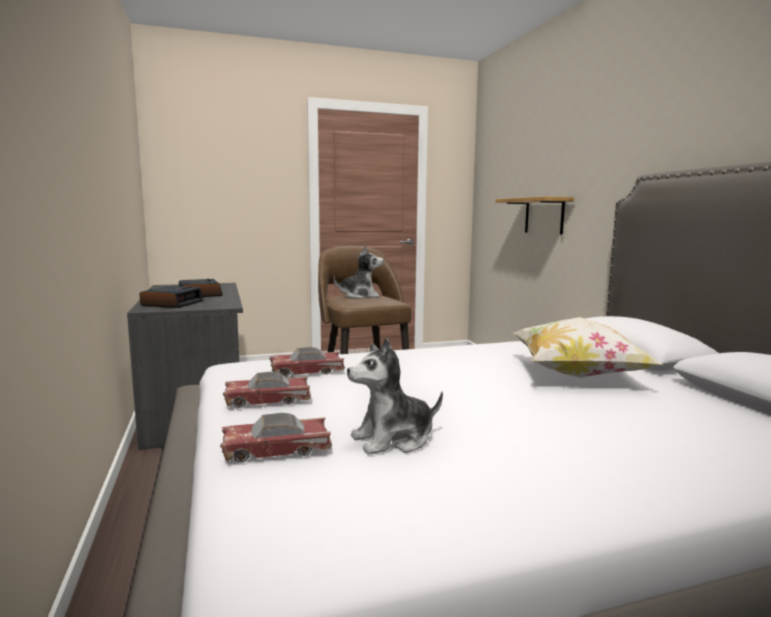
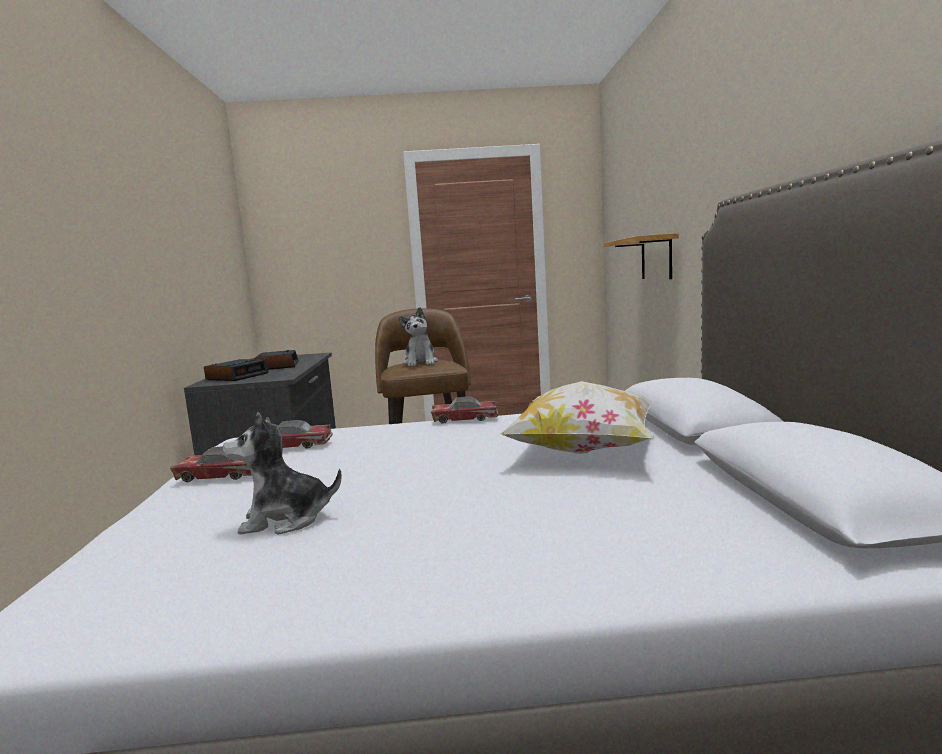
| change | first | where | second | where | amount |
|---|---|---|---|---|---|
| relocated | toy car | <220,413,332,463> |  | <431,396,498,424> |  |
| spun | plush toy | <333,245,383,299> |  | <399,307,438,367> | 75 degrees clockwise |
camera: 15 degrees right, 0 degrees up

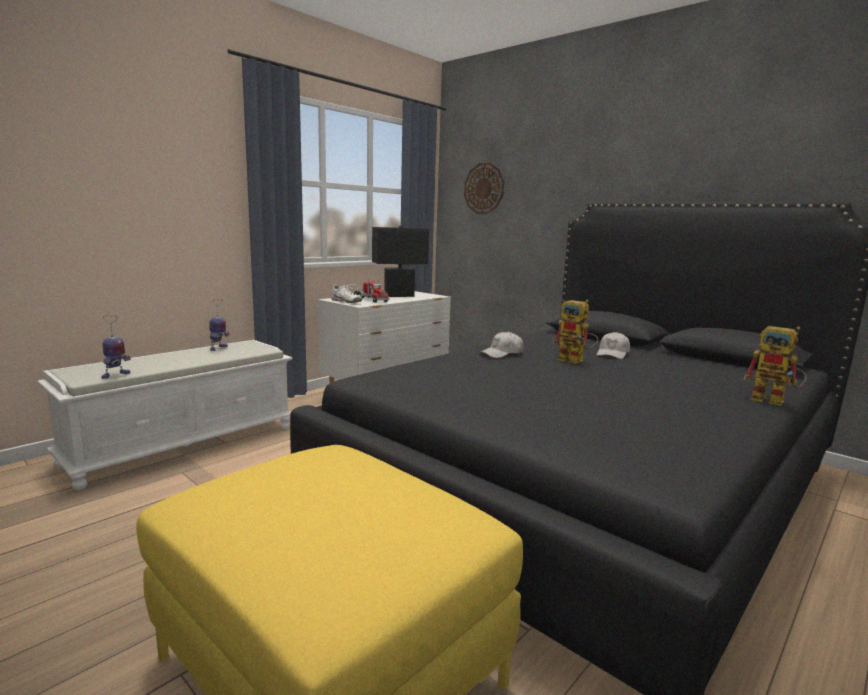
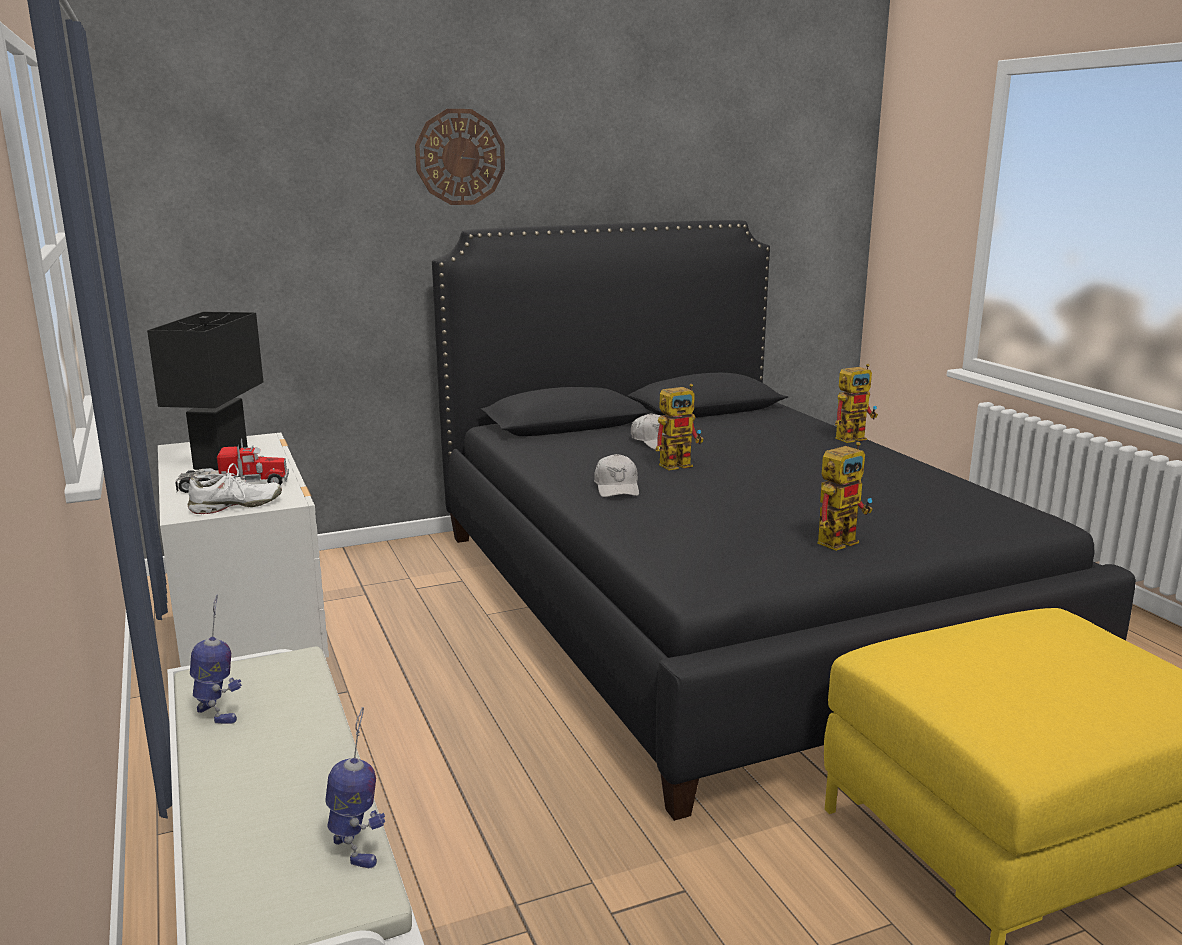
| change | first | where | second | where | amount |
|---|---|---|---|---|---|
| appeared |  |  | toy robot | <817,442,873,551> |  |
| relocated | wall clock | <464,162,504,214> |  | <415,109,505,205> |  |
camera: 65 degrees left, 5 degrees up

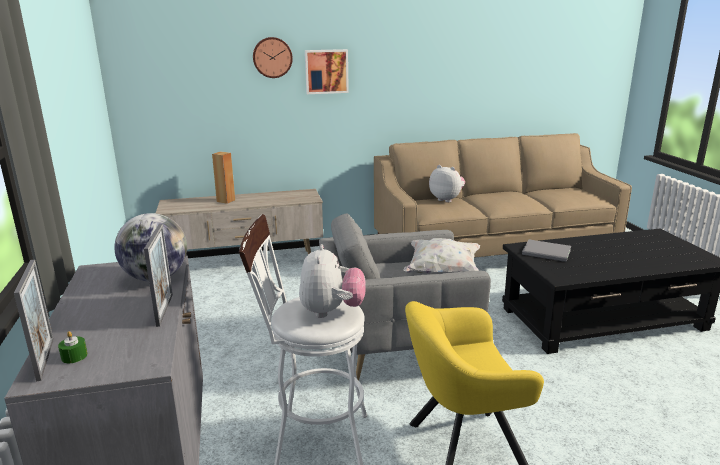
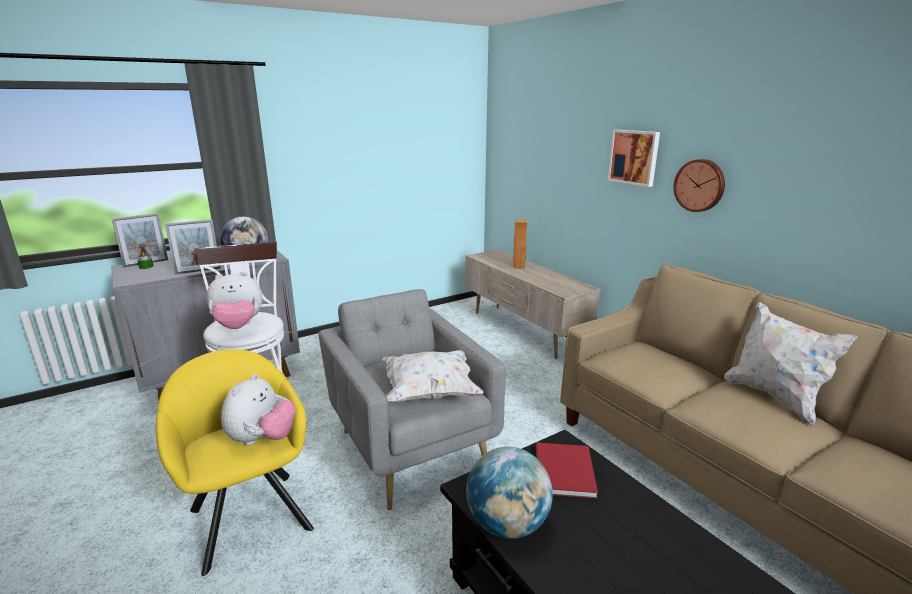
| change | first | where | second | where | amount |
|---|---|---|---|---|---|
| appeared |  |  | globe | <466,447,553,539> |  |
| appeared |  |  | white pillow | <724,302,858,426> |  |
| relocated | wall clock | <253,37,293,78> |  | <674,159,725,212> |  |
| relocated | plush toy | <429,165,465,202> |  | <221,374,295,446> |  |
| colour | grey book | <522,239,571,262> | red book | <536,443,598,499> |  |
camera: 70 degrees right, 0 degrees up

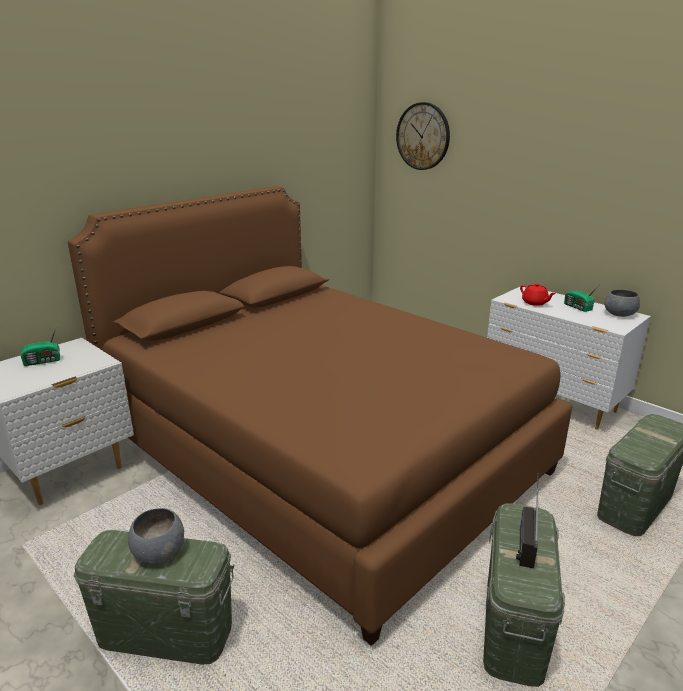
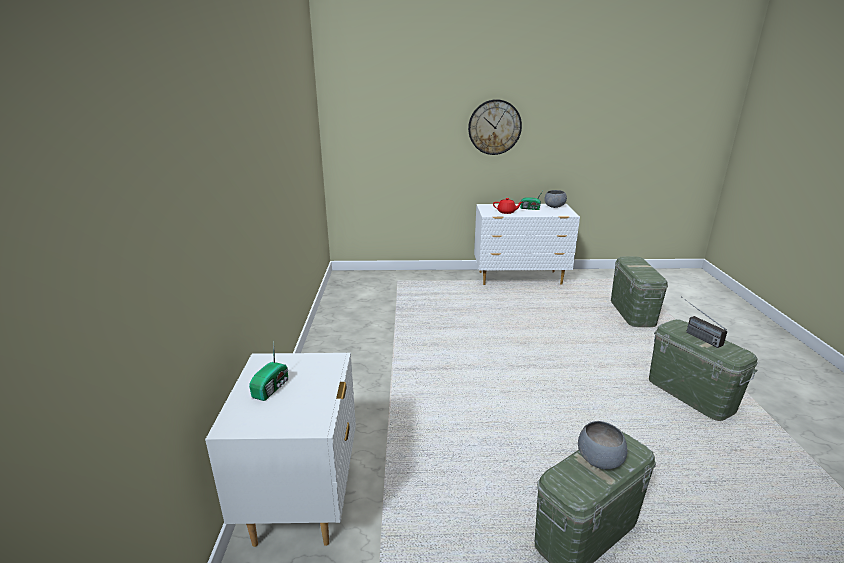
| change | first | where | second | where | amount |
|---|---|---|---|---|---|
| missing | brown bed | <68,186,572,646> |  |  |  |
| relocated | wall clock | <396,102,450,170> |  | <468,99,522,155> |  |
camera: 45 degrees left, 0 degrees up

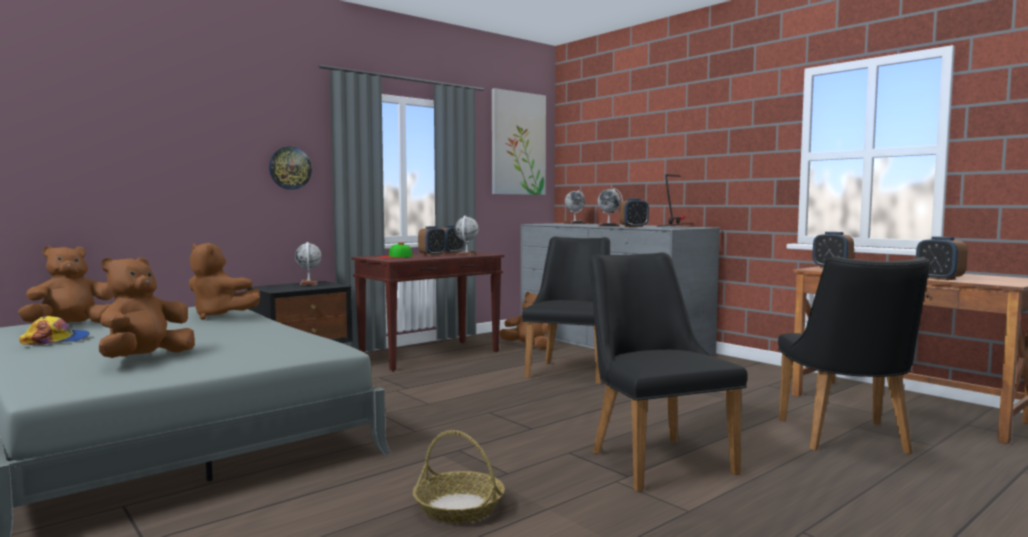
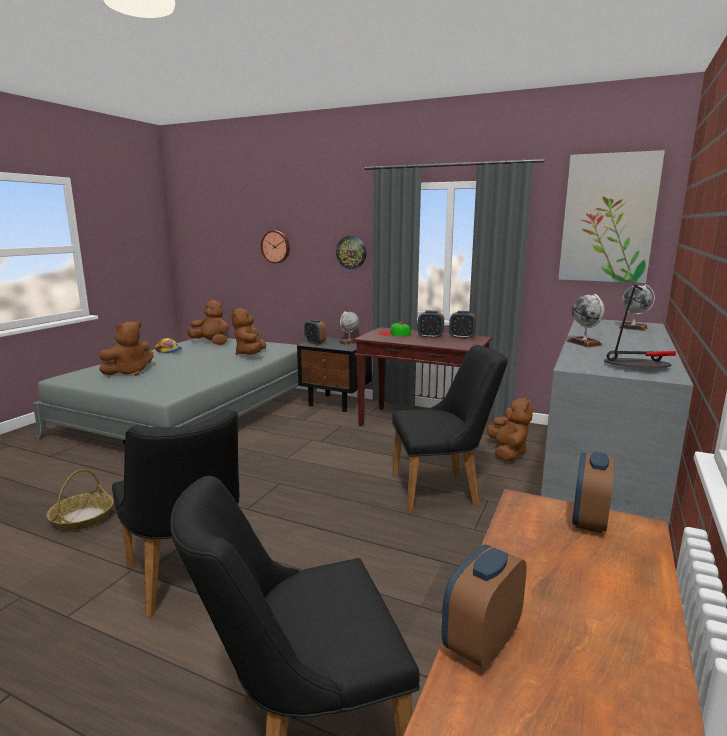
| change | first | where | second | where | amount |
|---|---|---|---|---|---|
| missing | globe | <455,215,479,256> |  |  |  |
| appeared |  |  | wall clock | <261,231,290,263> |  |
| relocated | alarm clock | <619,199,649,227> |  | <304,319,326,345> |  |
| spun | brown plush toy | <99,257,195,358> |  | <99,321,153,376> | 135 degrees clockwise |
| spun | black chair | <589,252,748,492> |  | <112,409,240,618> | 105 degrees clockwise |
camera: 65 degrees right, 10 degrees up

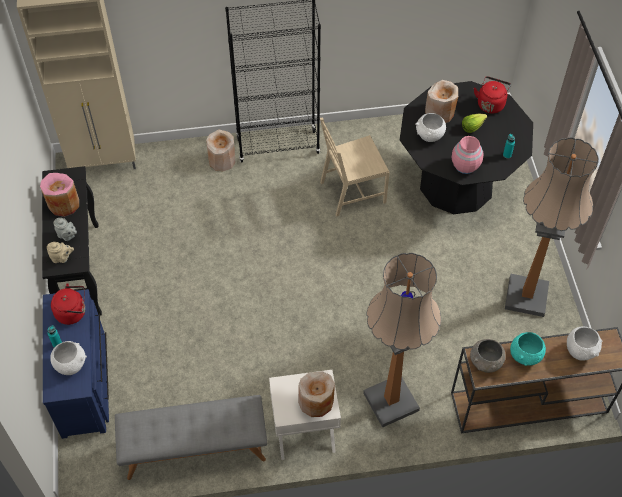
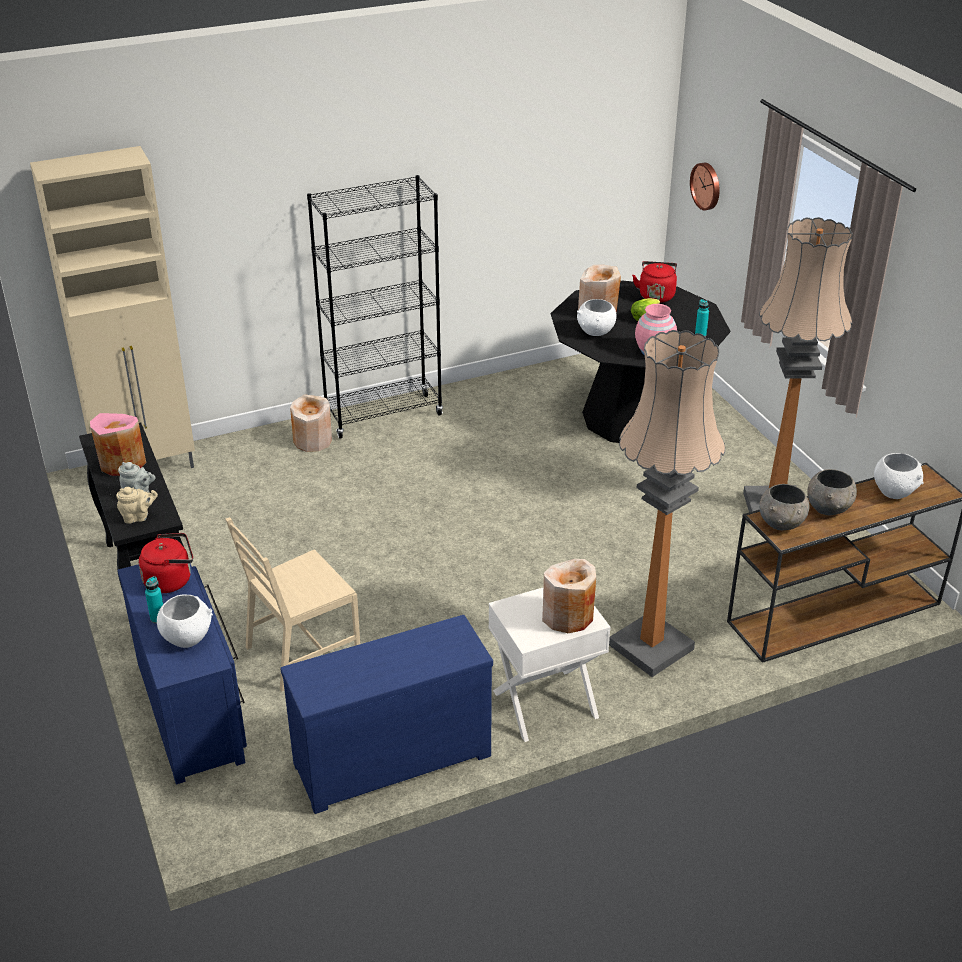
| change | first | where | second | where | amount |
|---|---|---|---|---|---|
| appeared |  |  | wall clock | <690,162,720,211> |  |
| relocated | beige chair | <320,117,390,217> |  | <225,517,360,691> |  |
| exchanged | grey bench | <115,395,267,480> | blue dresser | <280,615,493,814> |  |
| colour | turquoise bowl | <510,332,546,366> | grey bowl | <807,469,857,515> |  |
camera: 15 degrees left, 20 degrees down

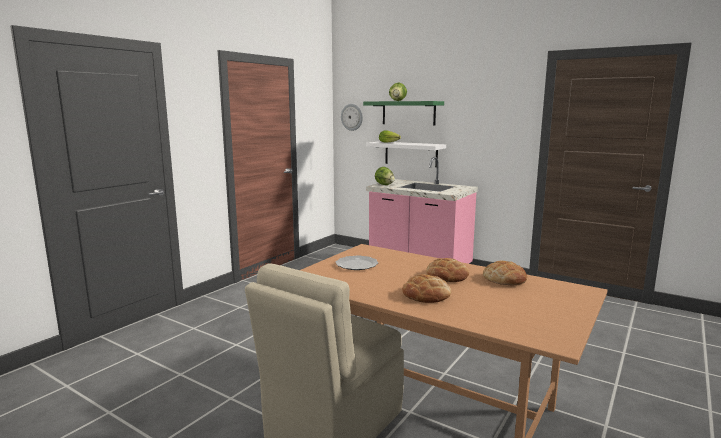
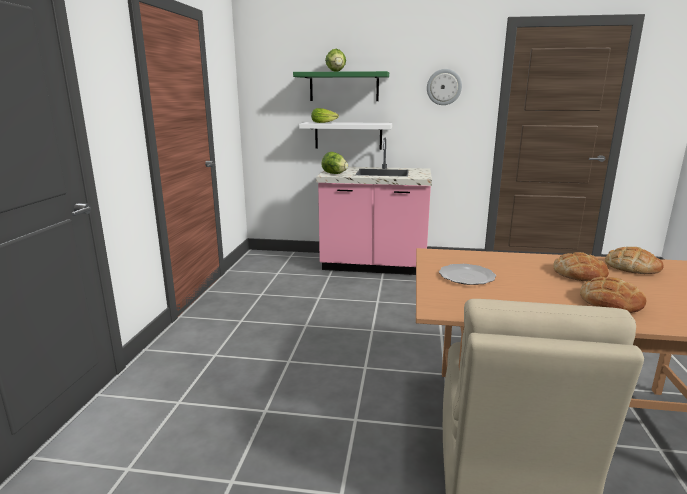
| change | first | where | second | where | amount |
|---|---|---|---|---|---|
| relocated | wall clock | <341,104,363,131> |  | <427,69,462,105> |  |
camera: 25 degrees left, 5 degrees up

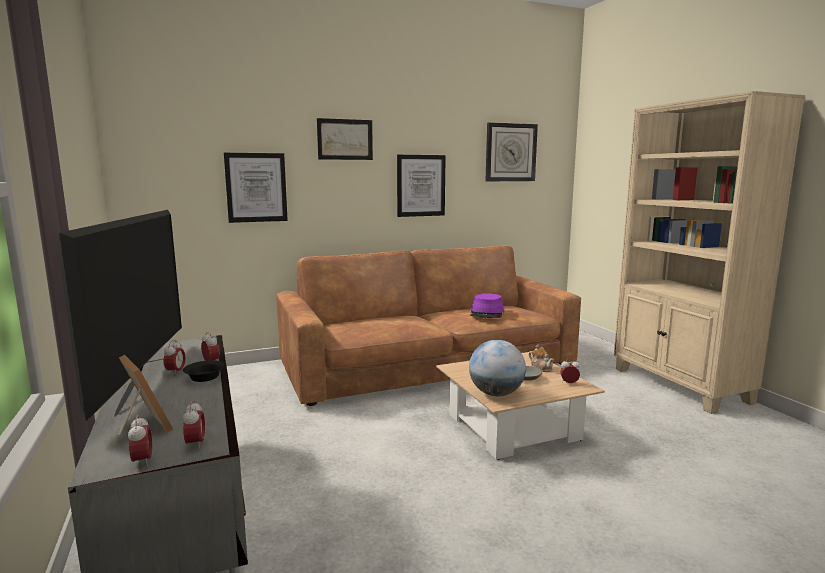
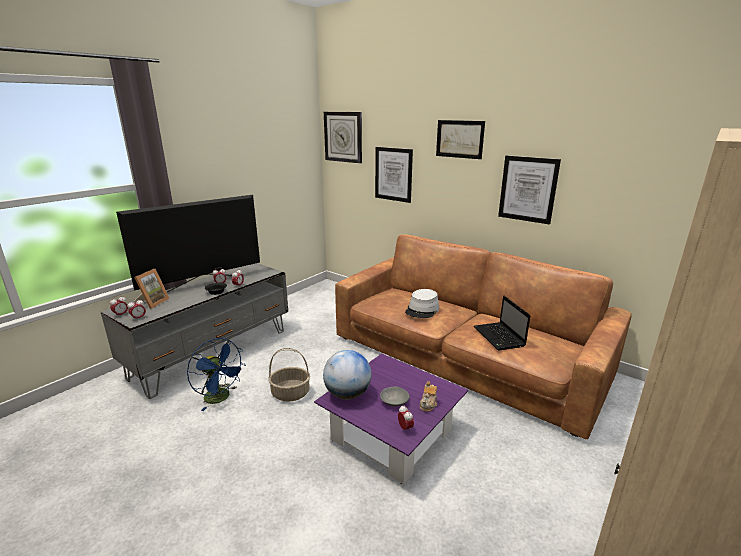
| change | first | where | second | where | amount |
|---|---|---|---|---|---|
| appeared |  |  | blue fan | <187,338,246,411> |  |
| appeared |  |  | basket | <268,348,310,402> |  |
| appeared |  |  | grey hat | <405,289,439,318> |  |
| relocated | wall clock | <485,122,538,181> |  | <324,112,362,163> |  |
| exchanged | purple hat | <470,293,504,318> | laptop | <474,296,530,351> |  |
| colour | beige coffee table | <436,352,605,460> | purple coffee table | <314,354,468,485> |  |
camera: 60 degrees right, 10 degrees up

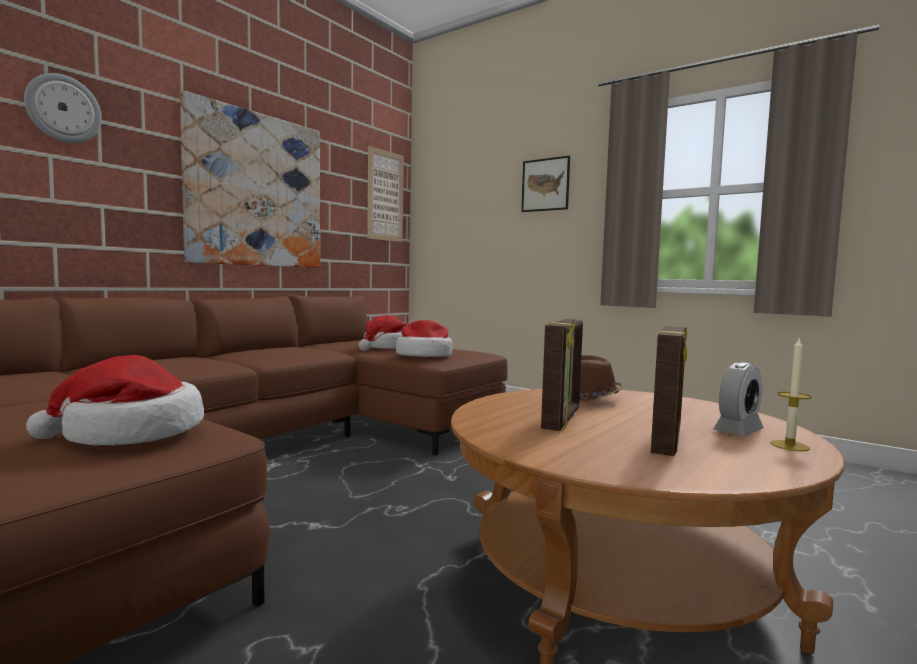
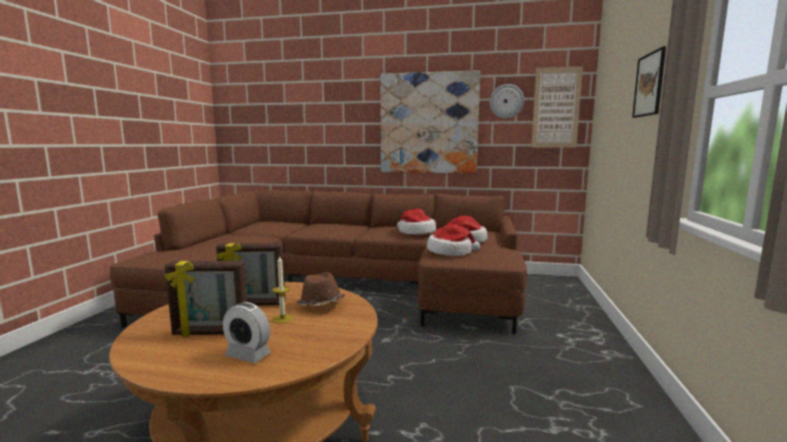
| change | first | where | second | where | amount |
|---|---|---|---|---|---|
| relocated | wall clock | <24,73,102,143> |  | <490,84,524,119> |  |
| relocated | hat | <26,355,204,446> |  | <397,209,436,235> |  |
| relocated | candle | <770,337,812,451> |  | <272,255,293,323> |  |
camera: 65 degrees right, 5 degrees up

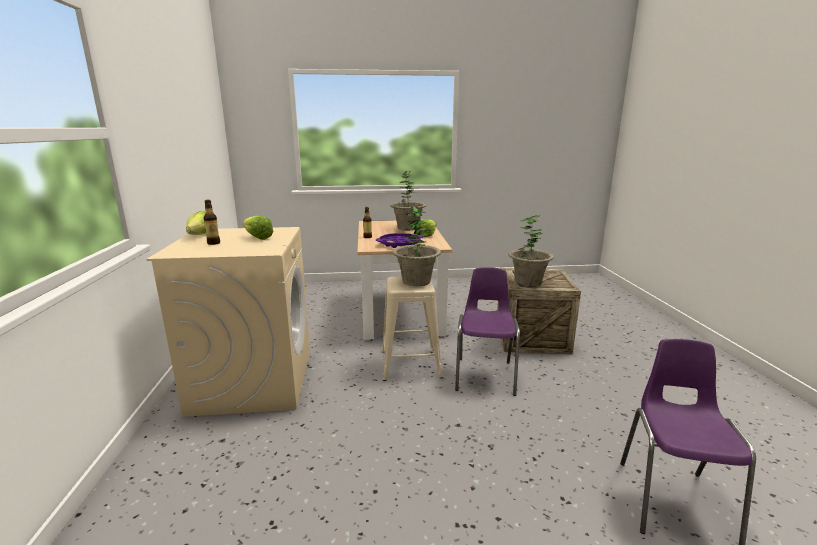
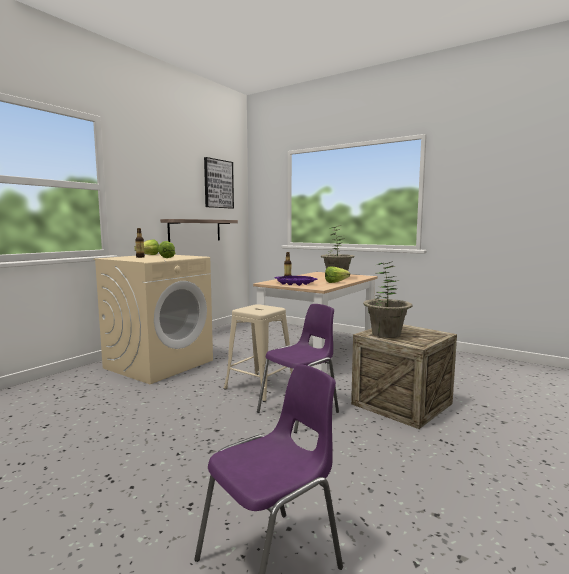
| change | first | where | second | where | amount |
|---|---|---|---|---|---|
| missing | potted plant | <392,207,441,286> |  |  |  |
| appeared |  |  | shelf | <160,219,238,242> |  |
| appeared |  |  | picture | <204,157,234,209> |  |
camera: 40 degrees right, 10 degrees down

